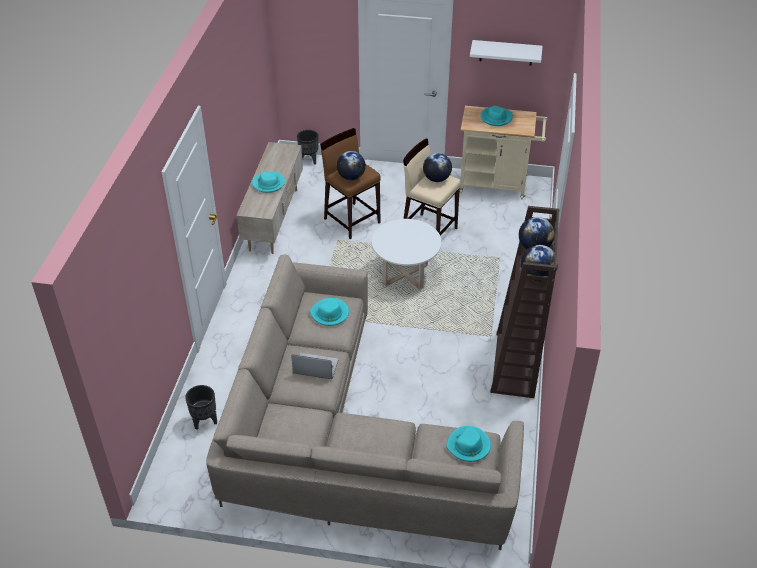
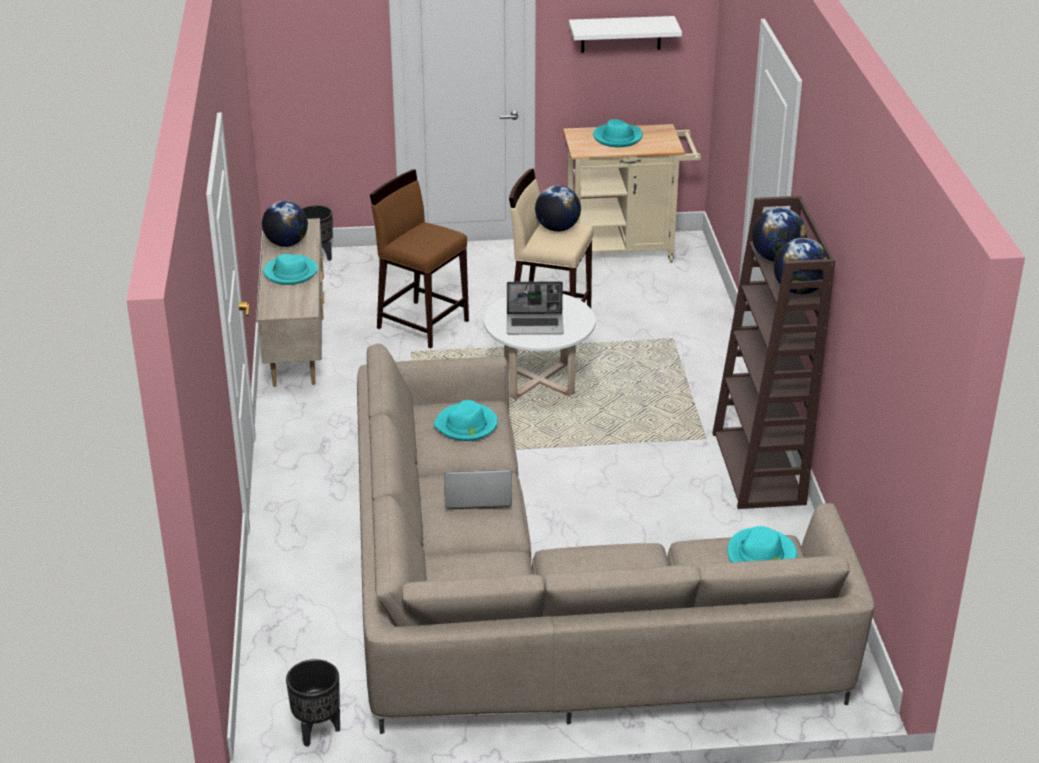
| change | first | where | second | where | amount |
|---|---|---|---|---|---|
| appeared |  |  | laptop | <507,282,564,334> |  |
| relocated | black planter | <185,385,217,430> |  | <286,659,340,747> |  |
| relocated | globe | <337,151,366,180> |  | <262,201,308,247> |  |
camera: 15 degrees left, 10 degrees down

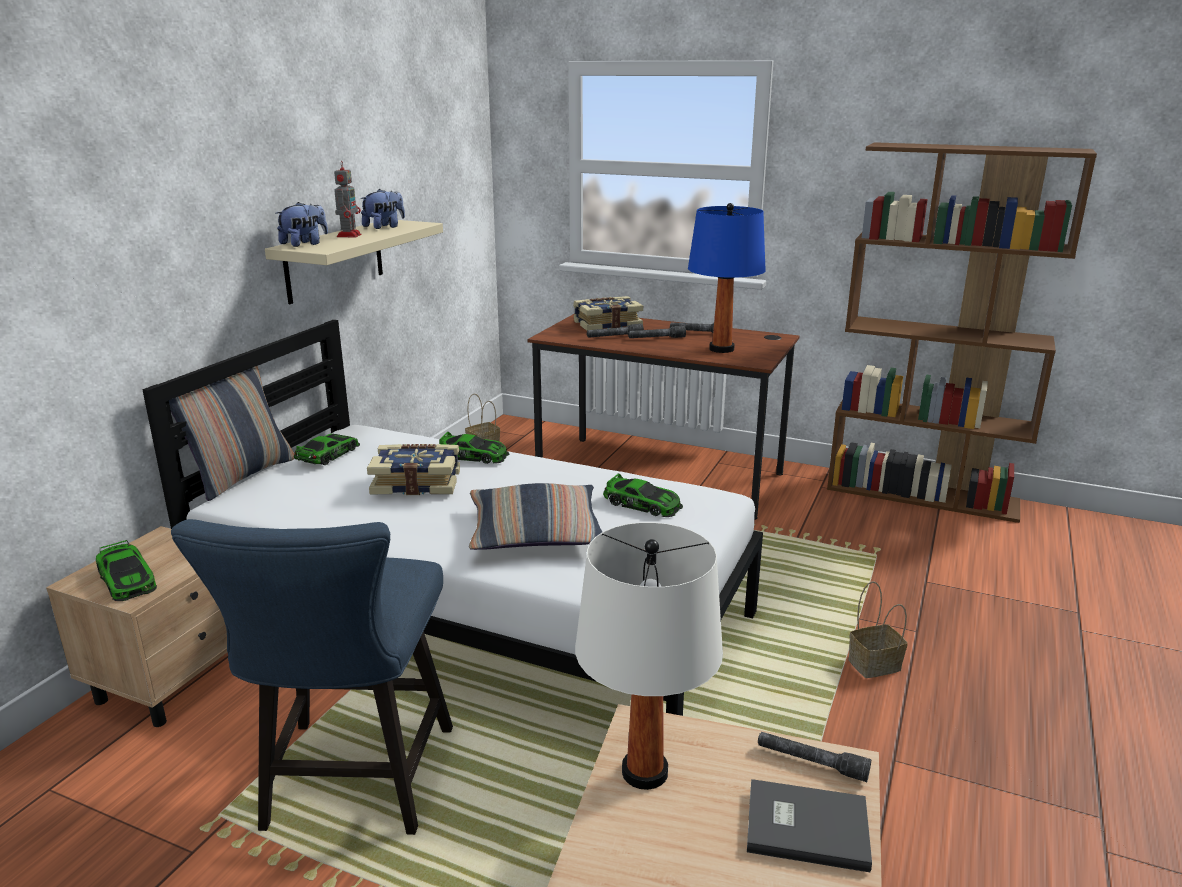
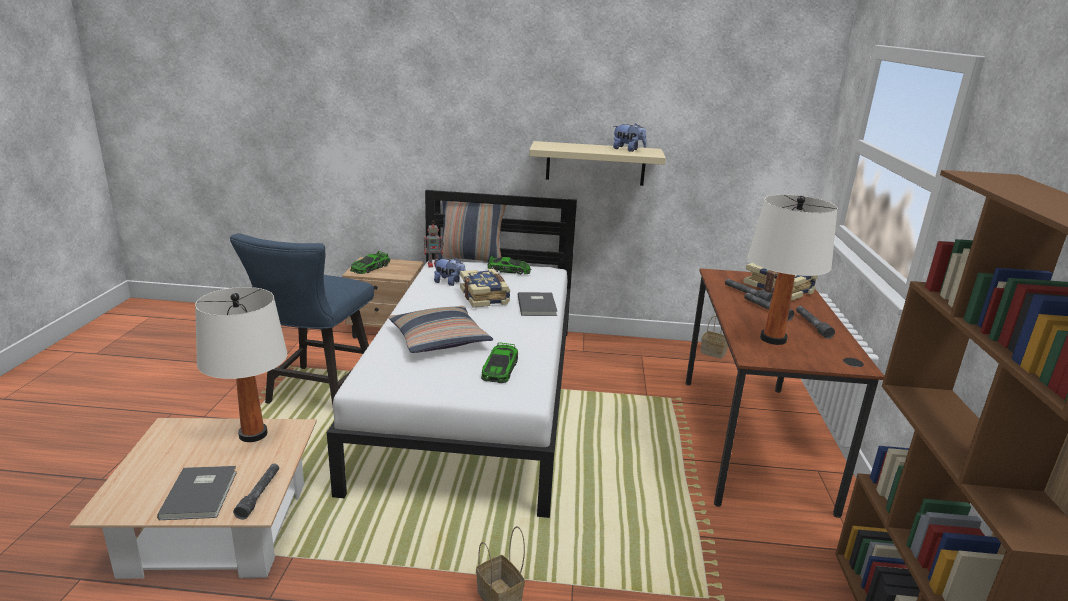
| change | first | where | second | where | amount |
|---|---|---|---|---|---|
| relocated | plush toy | <276,202,328,247> |  | <434,257,465,286> |  |
| relocated | toy robot | <334,162,361,238> |  | <424,224,444,267> |  |
| exchanged | toy car | <439,432,509,464> | grey book | <518,292,557,316> |  |
| colour | blue table lamp | <688,203,766,353> | white table lamp | <747,195,838,345> |  |
| spun | blue chair | <171,519,453,835> |  | <230,233,374,405> | 60 degrees counterclockwise |
camera: 70 degrees right, 0 degrees up

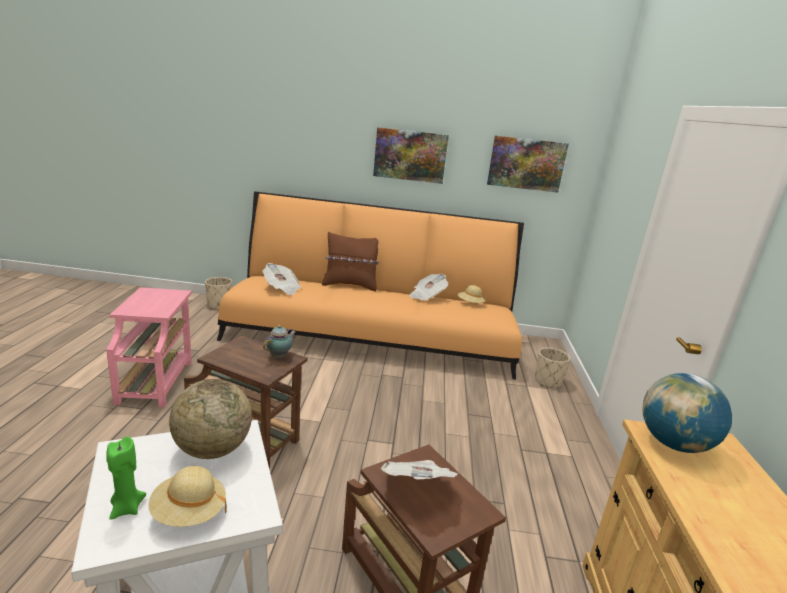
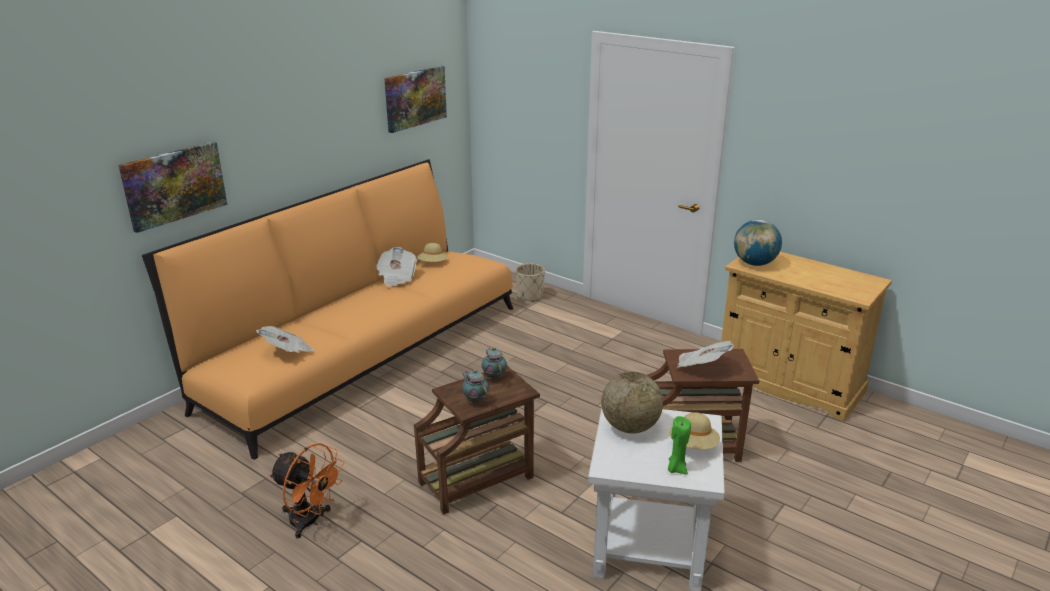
| change | first | where | second | where | amount |
|---|---|---|---|---|---|
| missing | beige planter | <205,277,232,309> |  |  |  |
| missing | brown pillow | <322,232,380,291> |  |  |  |
| appeared |  |  | teapot | <462,369,489,403> |  |
| relocated | picture | <373,127,449,184> |  | <118,142,227,233> |  |
| exchanged | pink side table | <106,287,192,407> | orange fan | <269,443,344,539> |  |
camera: 55 degrees left, 5 degrees up

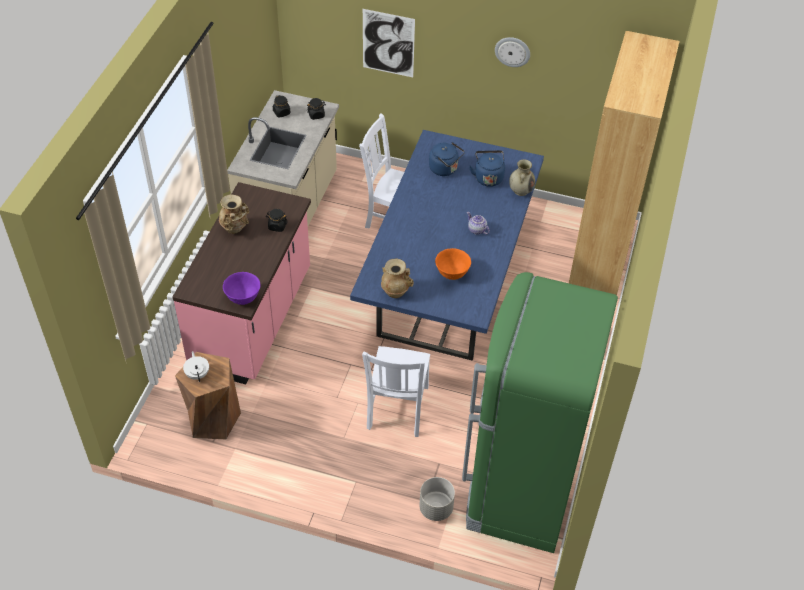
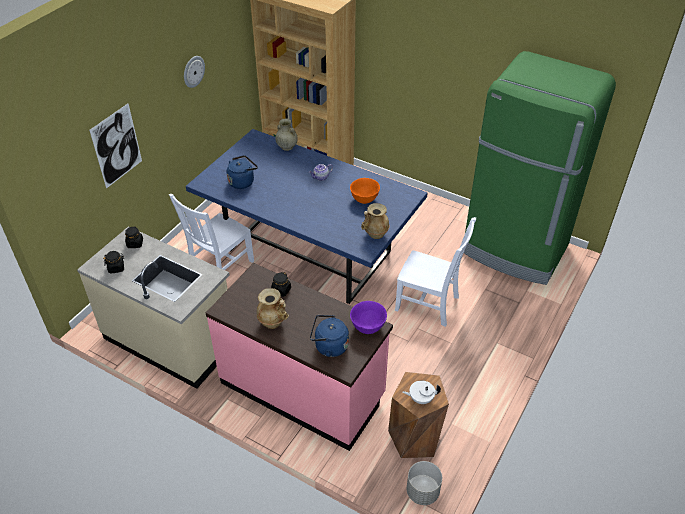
| change | first | where | second | where | amount |
|---|---|---|---|---|---|
| relocated | grey planter | <419,477,455,521> |  | <407,461,442,505> |  |
| relocated | blue kettle | <469,150,505,187> |  | <310,315,349,357> |  |
camera: 75 degrees left, 5 degrees down

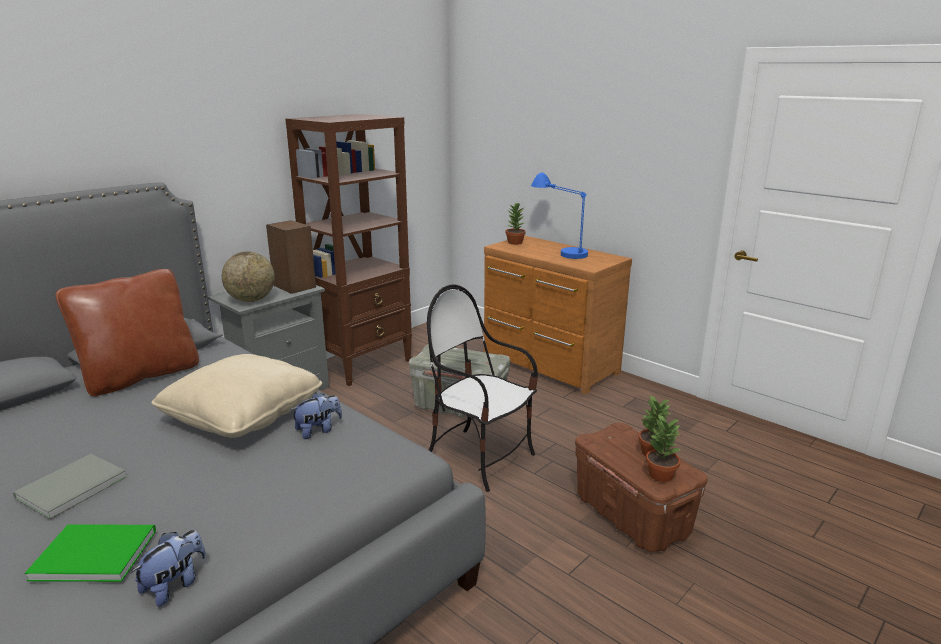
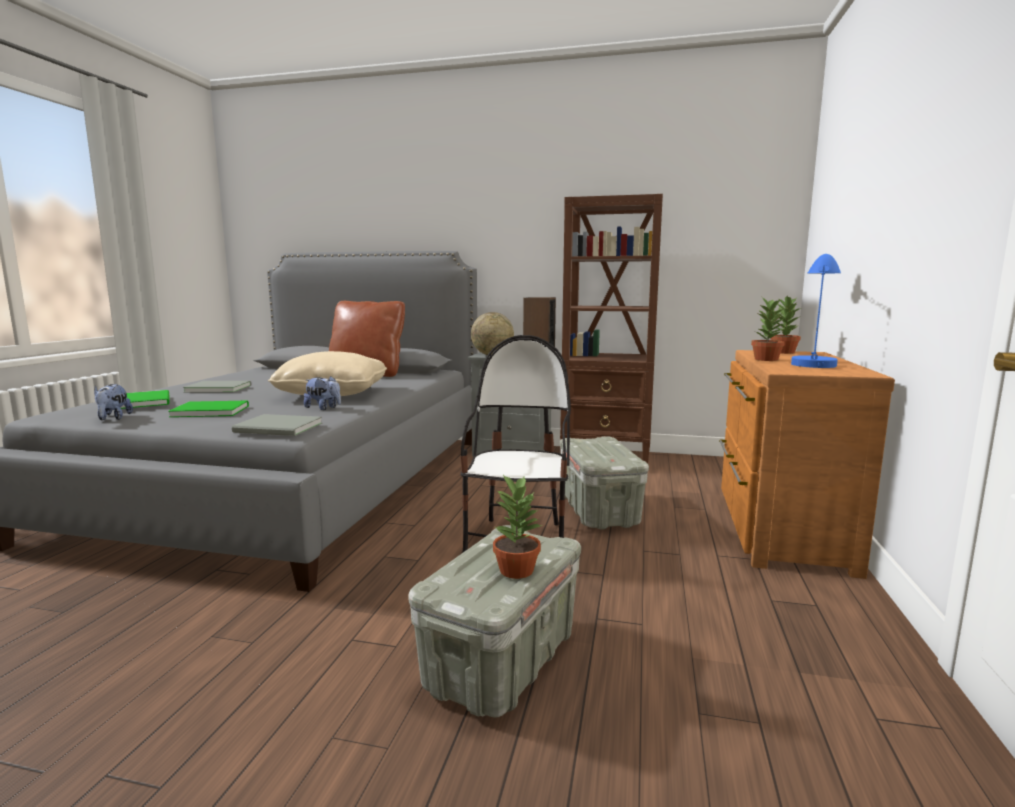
| change | first | where | second | where | amount |
|---|---|---|---|---|---|
| appeared |  |  | green book | <168,401,249,417> |  |
| appeared |  |  | grey book | <232,414,322,436> |  |
| relocated | potted plant | <646,413,681,482> |  | <751,296,785,361> |  |
| colour | brown storage box | <575,423,707,552> | grey storage box | <408,525,581,718> |  |
| spun | plush toy | <131,530,206,607> |  | <94,384,133,420> | 75 degrees clockwise |
camera: 60 degrees right, 10 degrees down

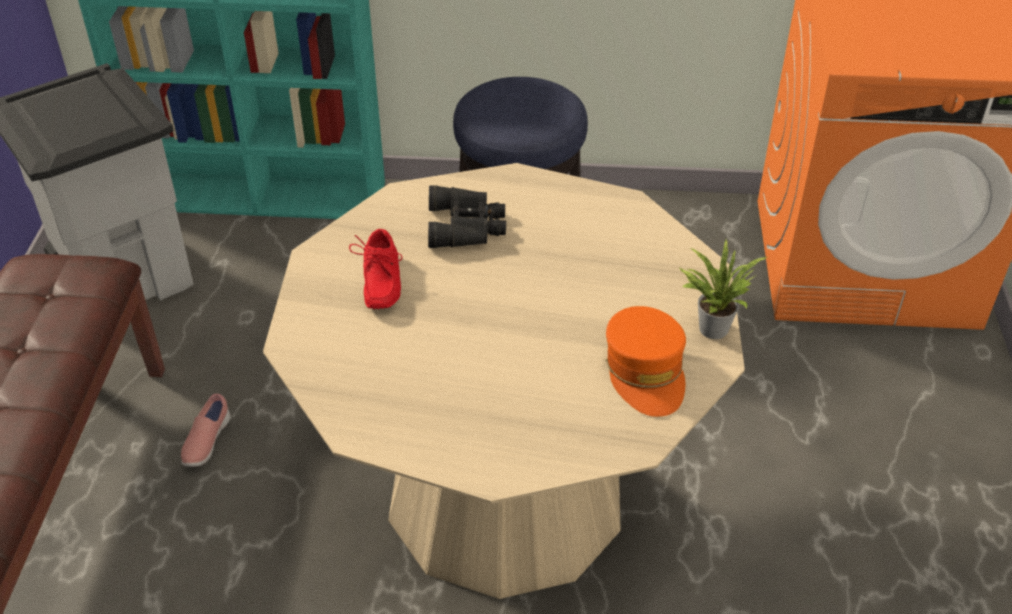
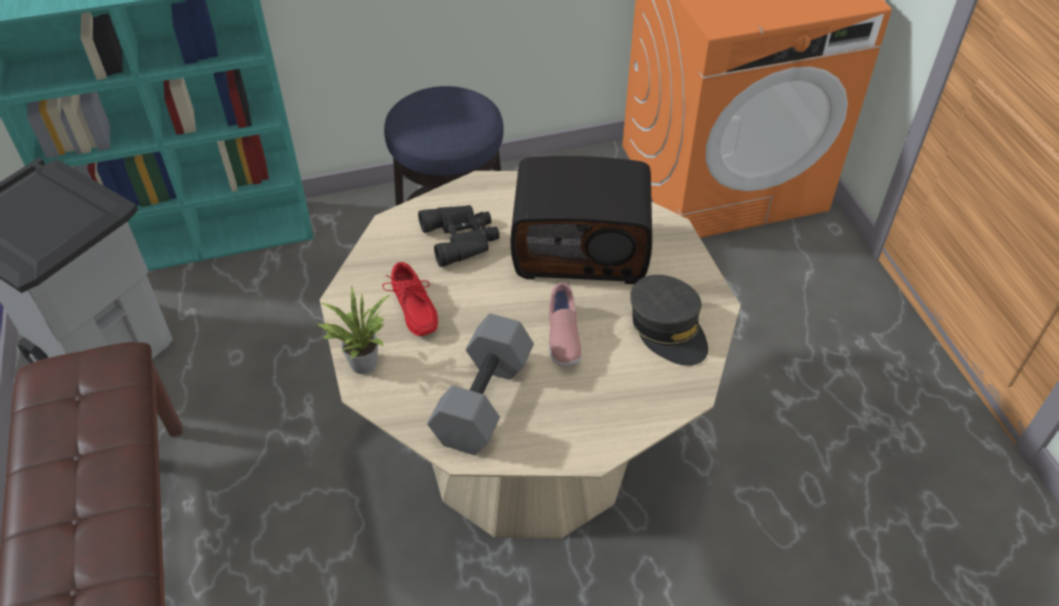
| change | first | where | second | where | amount |
|---|---|---|---|---|---|
| appeared |  |  | grey dumbbell | <427,314,534,455> |  |
| appeared |  |  | radio | <511,156,652,284> |  |
| relocated | pink shoe | <181,393,230,467> |  | <549,282,581,366> |  |
| relocated | potted plant | <678,240,767,339> |  | <316,286,390,374> |  |
| colour | orange cap | <606,306,686,417> | grey cap | <630,275,708,366> |  |
camera: 20 degrees left, 5 degrees up

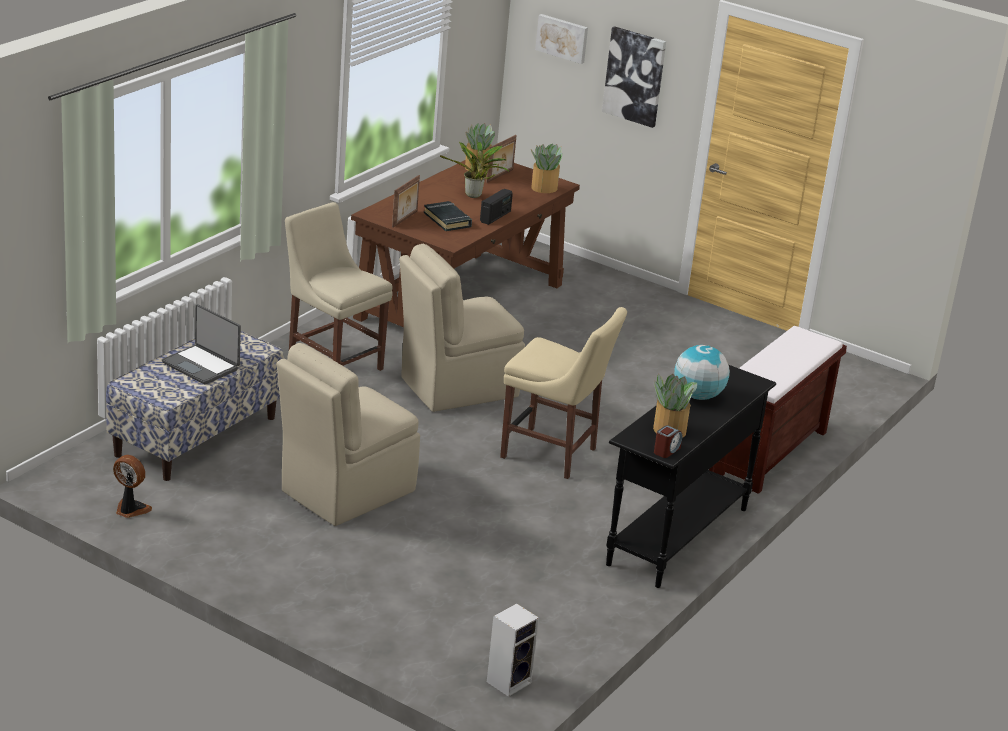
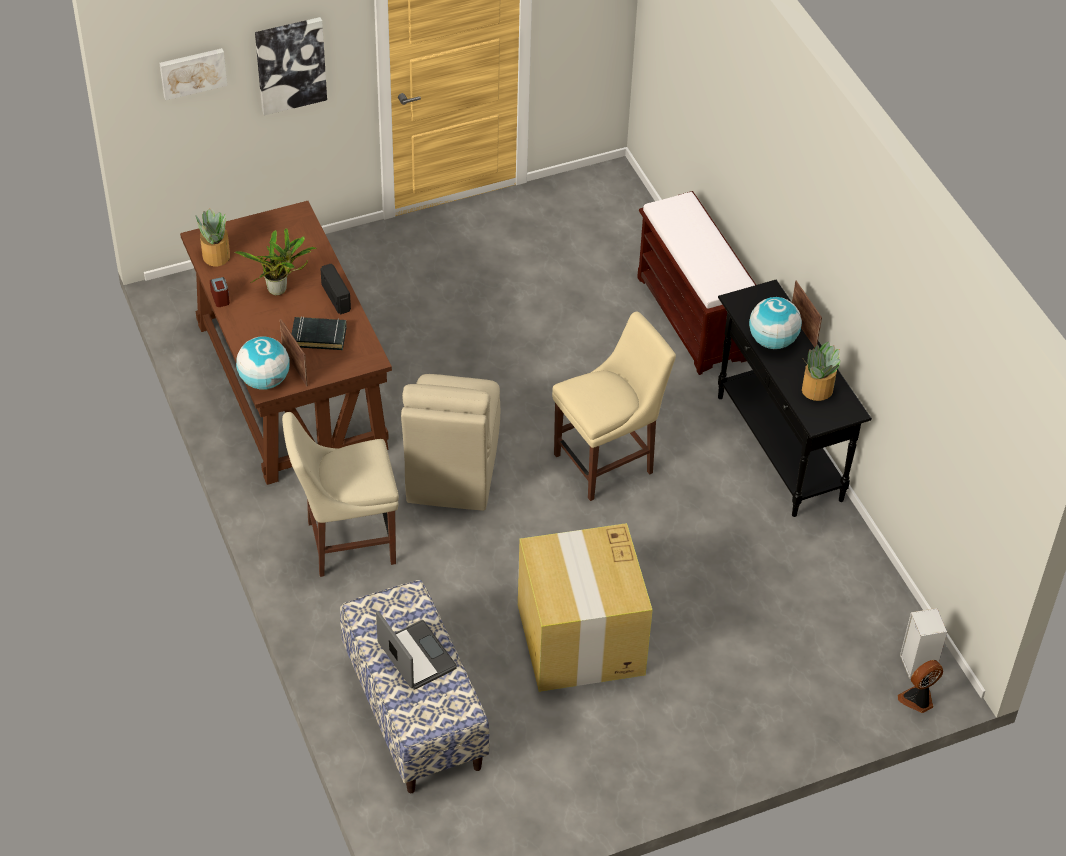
| change | first | where | second | where | amount |
|---|---|---|---|---|---|
| missing | potted plant | <531,144,562,193> |  |  |  |
| appeared |  |  | globe | <236,336,290,390> |  |
| relocated | fan | <113,455,152,518> |  | <898,660,943,713> |  |
| relocated | picture frame | <486,135,517,183> |  | <792,281,822,348> |  |
| relocated | alarm clock | <654,425,682,458> |  | <210,277,230,307> |  |
| exchanged | beige chair | <277,343,420,526> | cardboard box | <518,523,653,692> |  |
| spun | laptop | <162,304,241,385> |  | <376,611,457,690> | 105 degrees counterclockwise |
camera: 55 degrees left, 20 degrees up

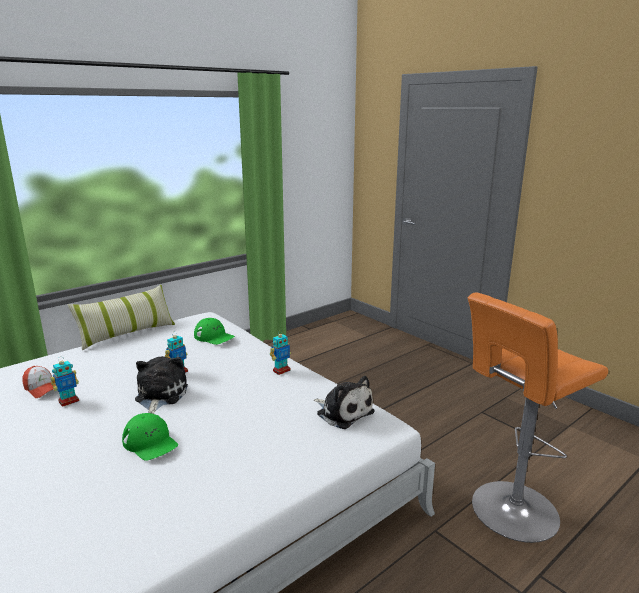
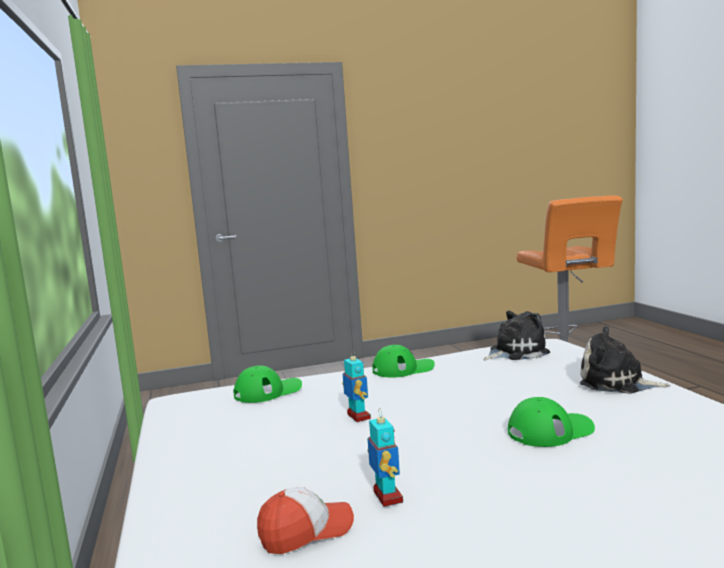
| change | first | where | second | where | amount |
|---|---|---|---|---|---|
| missing | pillow | <68,285,175,350> |  |  |  |
| relocated | plush toy | <135,356,188,414> |  | <580,326,670,394> |  |
| exchanged | toy robot | <270,330,291,375> | green cap | <372,345,435,377> |  |
camera: 65 degrees left, 10 degrees down

